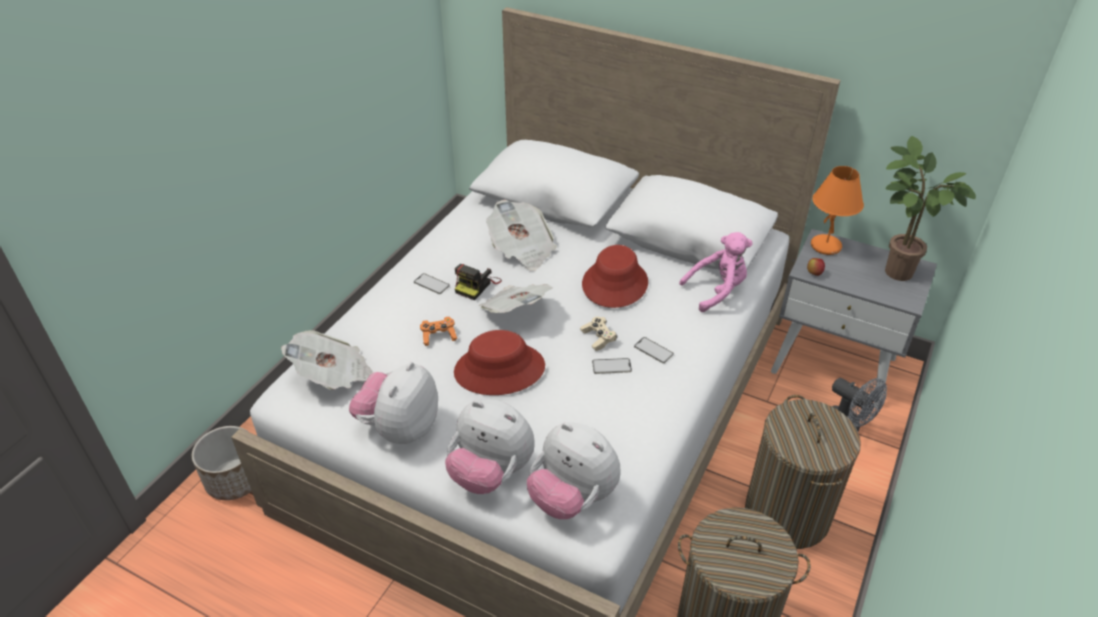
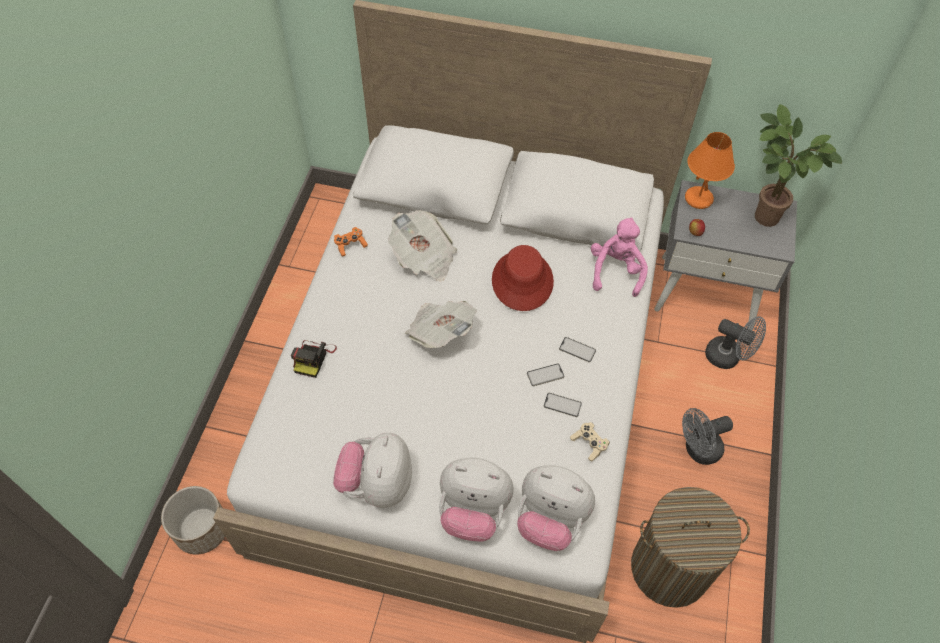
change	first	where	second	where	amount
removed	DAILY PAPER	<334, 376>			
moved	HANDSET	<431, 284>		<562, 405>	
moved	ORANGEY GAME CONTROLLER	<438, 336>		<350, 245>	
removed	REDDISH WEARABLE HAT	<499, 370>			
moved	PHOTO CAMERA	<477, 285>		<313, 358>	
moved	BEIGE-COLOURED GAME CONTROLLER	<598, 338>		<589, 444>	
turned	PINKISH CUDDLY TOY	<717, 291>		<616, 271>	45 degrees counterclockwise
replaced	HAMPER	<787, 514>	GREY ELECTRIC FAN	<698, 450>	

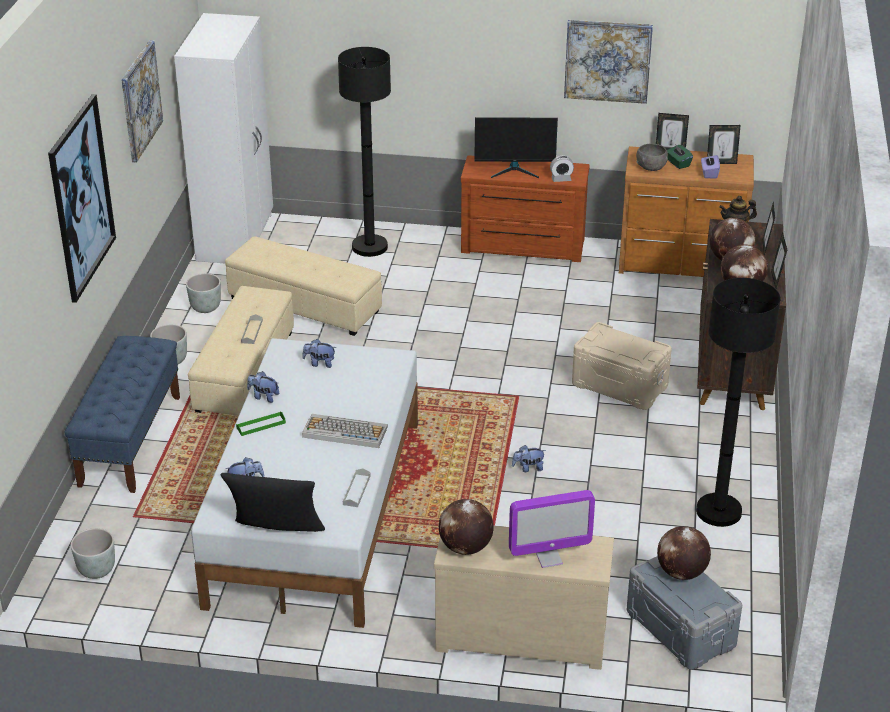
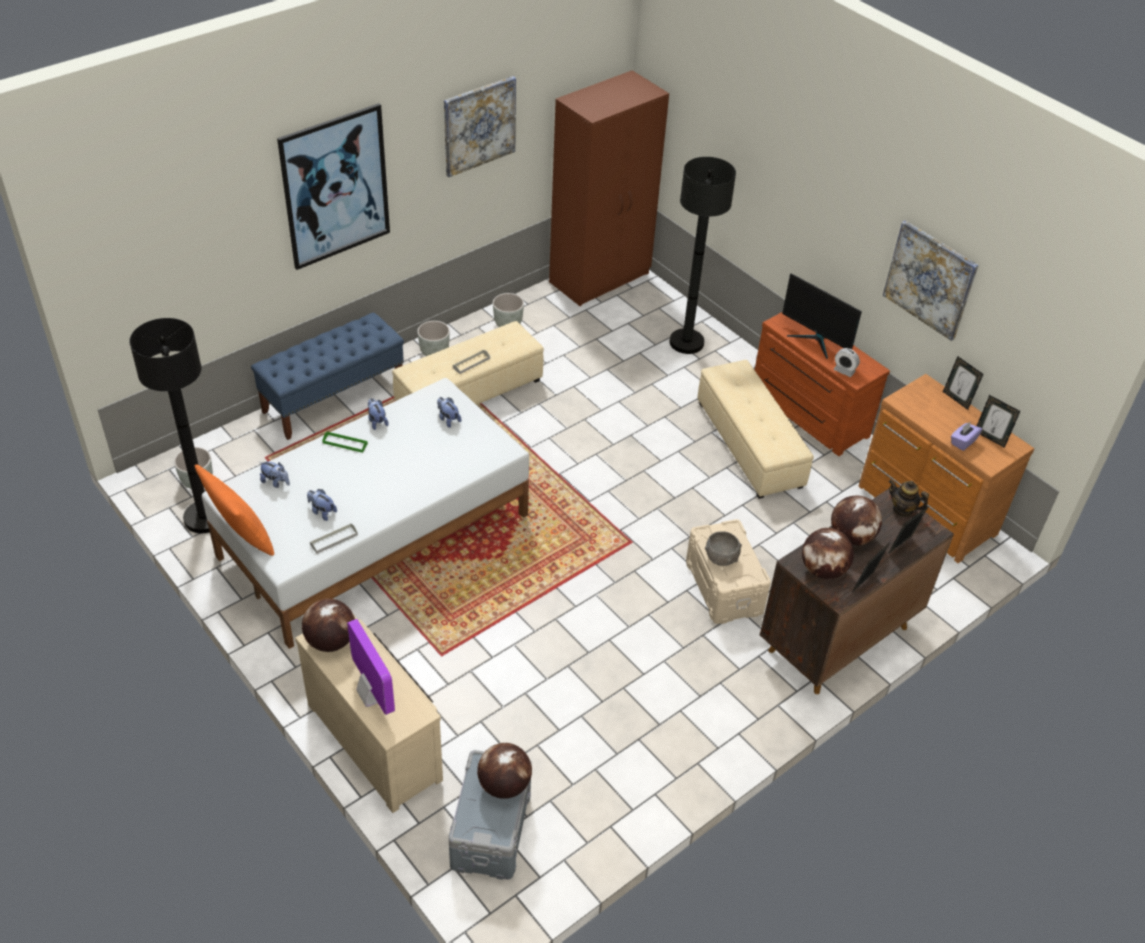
change	first	where	second	where	amount
recoloured	WHITISH CLOTHES CUPBOARD	<236, 237>	BROWNISH CLOTHES CUPBOARD	<601, 278>	
recoloured	BLACK-COLOURED THROW PILLOW	<277, 534>	ORANGEY THROW PILLOW	<242, 536>	
moved	BEIGE-COLOURED FOOTREST	<304, 305>		<748, 445>	
removed	KEYBOARD	<344, 432>			
turned	COMPUTER DISPLAY	<549, 558>		<372, 696>	150 degrees counterclockwise
moved	CUDDLY TOY	<528, 468>		<322, 512>	
moved	GREY DEEP DISH	<651, 167>		<721, 558>	
removed	GREEN-COLOURED BOX OF TISSUES	<678, 163>			
moved	BLACK-COLOURED STANDING LAMP	<718, 511>		<204, 518>	

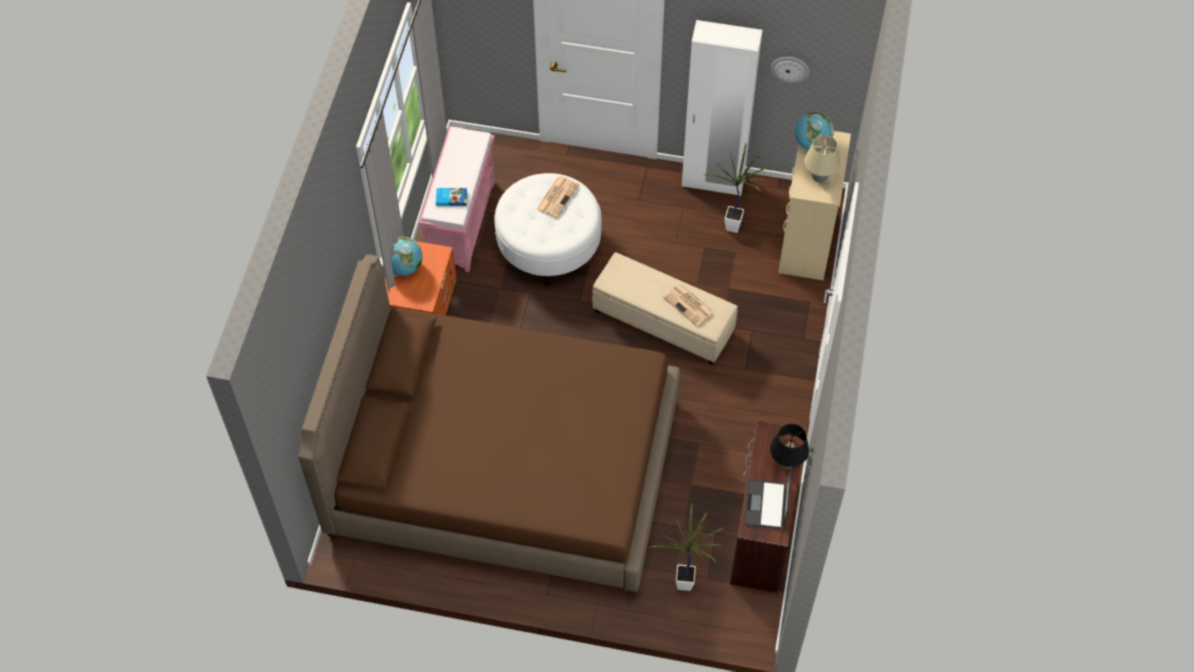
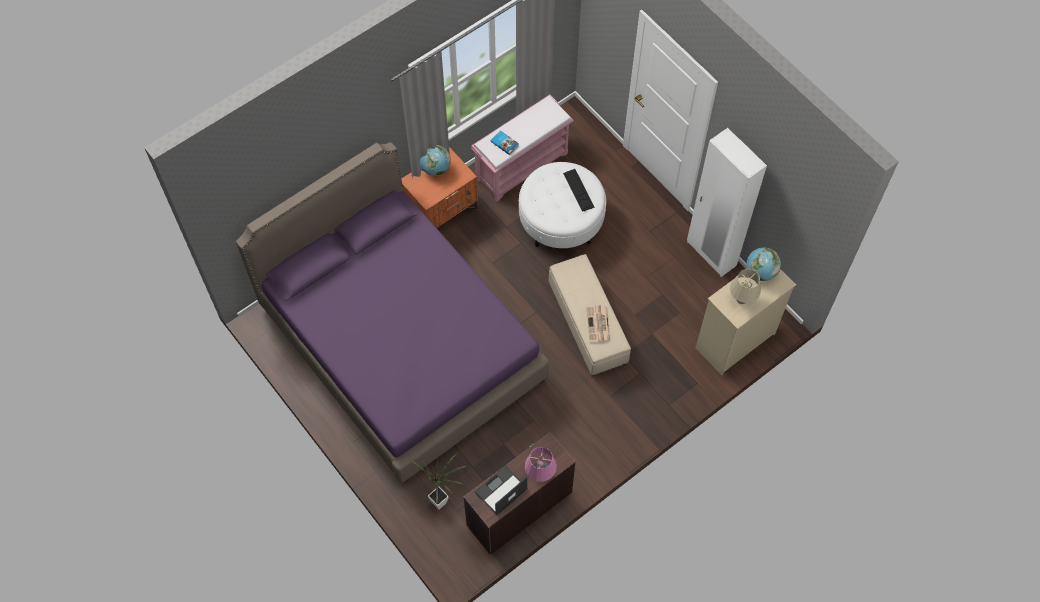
change	first	where	second	where	amount
recoloured	BROWNISH BED	<505, 468>	PURPLE-COLOURED BED	<401, 344>	
replaced	DAILY PAPER	<557, 196>	KEYBOARD	<578, 190>	
removed	PLANT IN A POT	<735, 225>			
removed	WALL CLOCK	<790, 68>			
recoloured	BLACK-COLOURED LAMP FOR A TABLE	<786, 463>	PINKISH LAMP FOR A TABLE	<540, 474>	

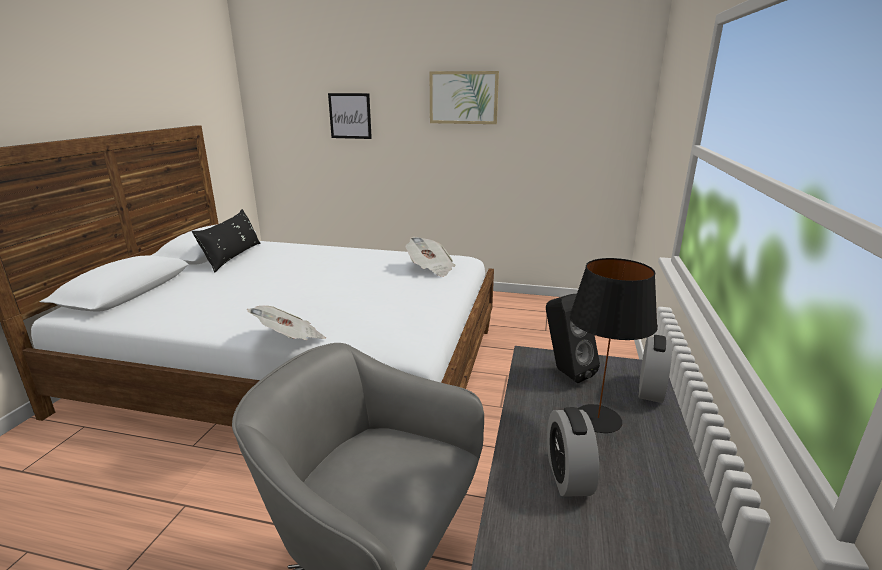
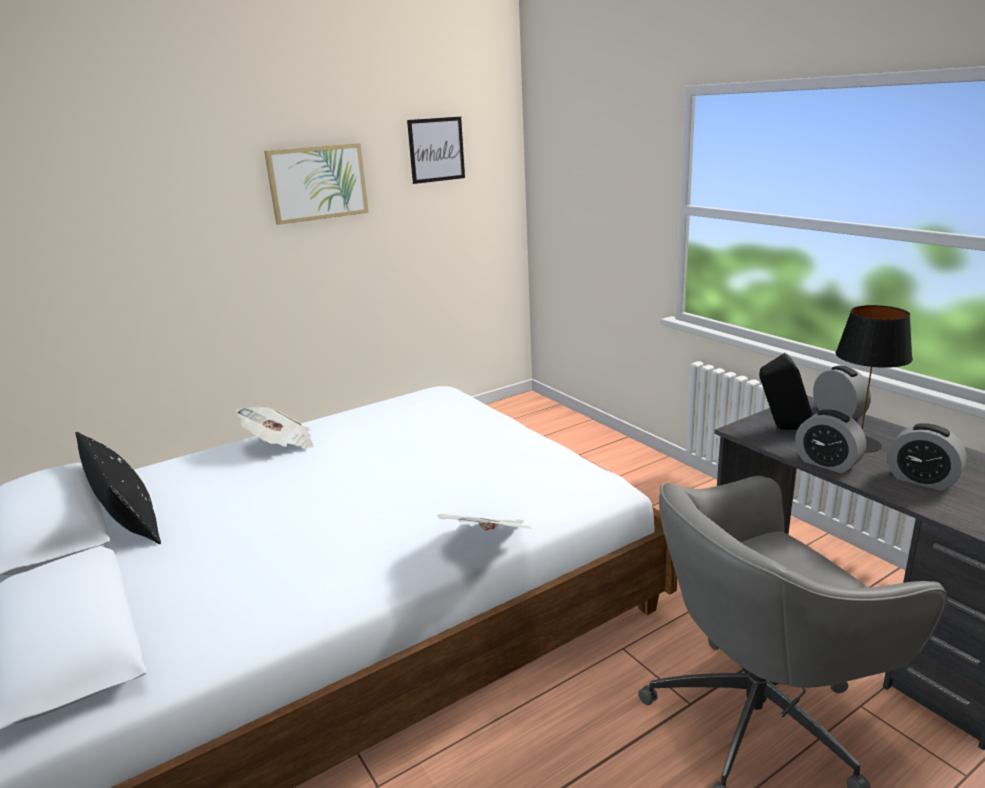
change	first	where	second	where	amount
moved	WALL PICTURE	<350, 116>		<436, 150>	
moved	DAILY PAPER	<431, 269>		<280, 445>	
added			BEDSIDE CLOCK	<827, 463>	

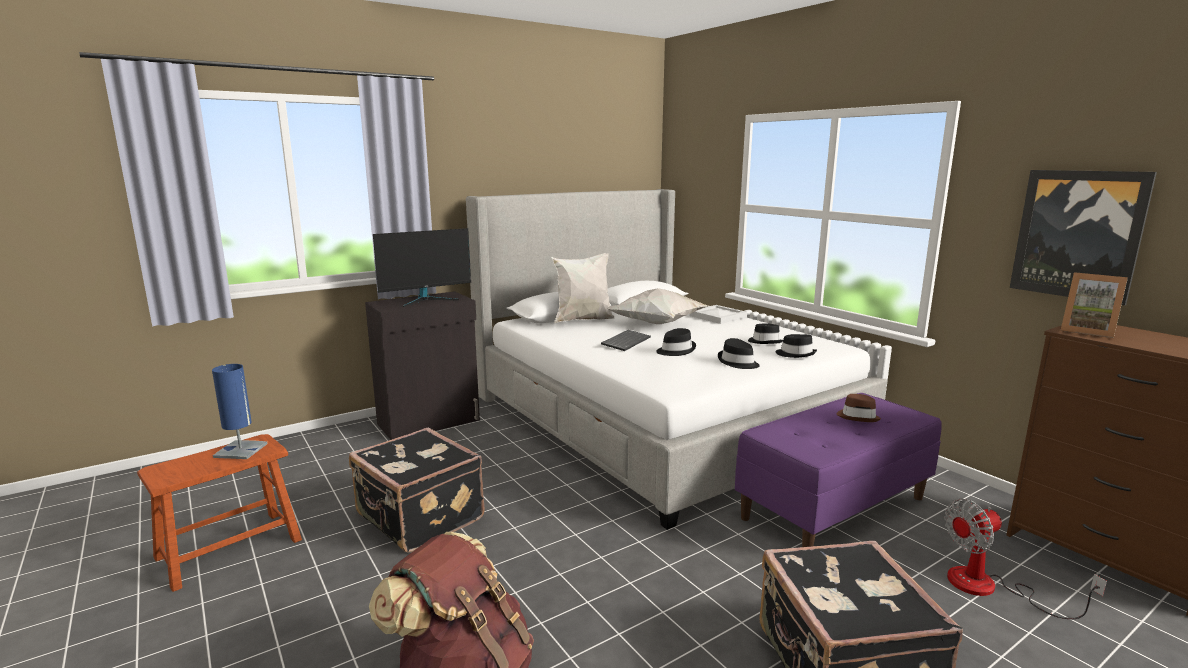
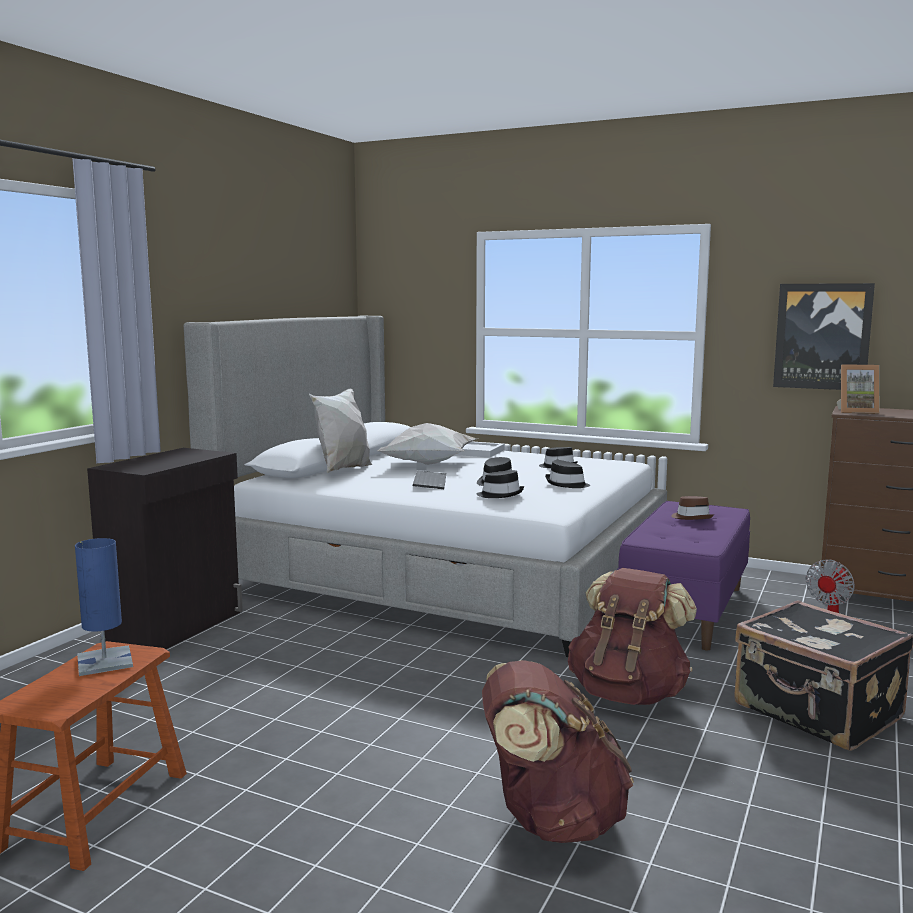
change	first	where	second	where	amount
removed	BLACK-COLOURED PIECE OF LUGGAGE	<418, 518>			
removed	COMPUTER DISPLAY	<426, 300>			
moved	BLACK-COLOURED WEARABLE HAT	<795, 354>		<500, 494>	
added			BROWNISH BACKPACK	<628, 693>	

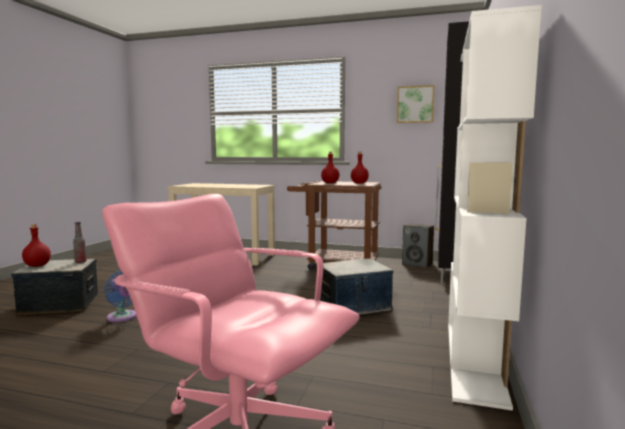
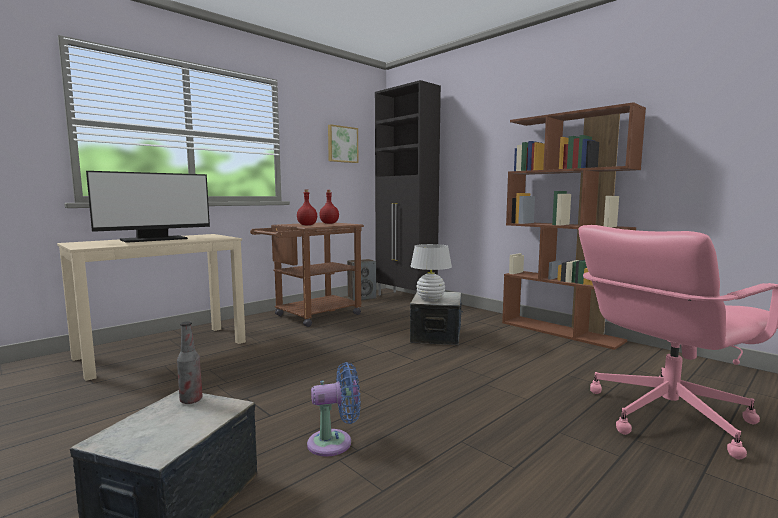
change	first	where	second	where	amount
removed	REDDISH DRINK BOTTLE	<37, 265>			
recoloured	WHITISH BOOKSHELF	<475, 360>	BROWNISH BOOKSHELF	<561, 331>	
added			COMPUTER DISPLAY	<154, 239>	
added			WHITISH LAMP FOR A TABLE	<430, 299>	

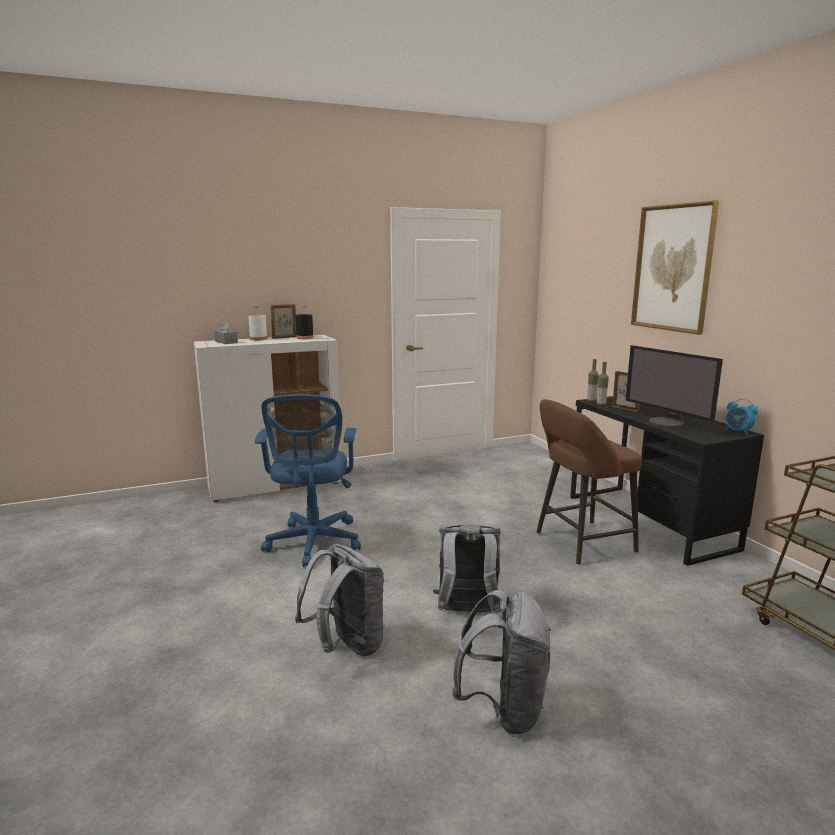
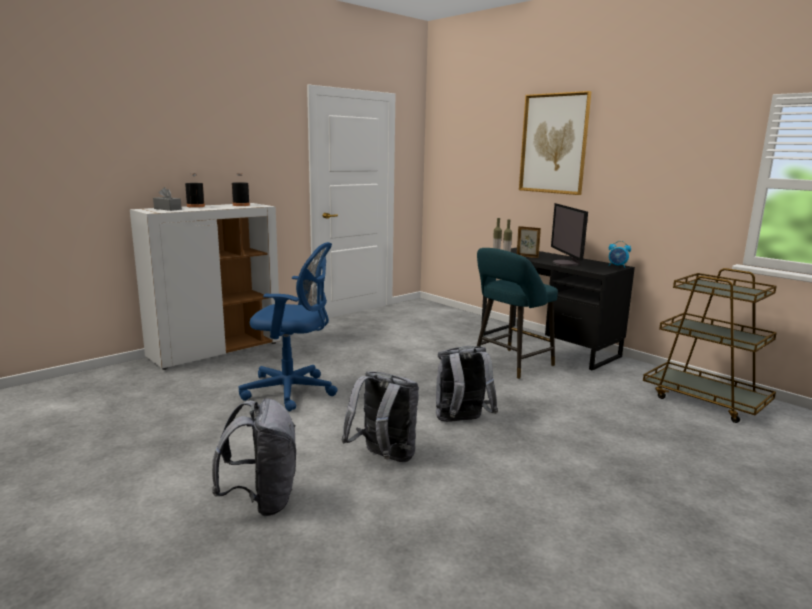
change	first	where	second	where	amount
recoloured	WHITISH DRINK BOTTLE	<258, 339>	BLACK-COLOURED DRINK BOTTLE	<195, 206>	
turned	BLUE-COLOURED DESK CHAIR	<313, 544>		<292, 391>	60 degrees counterclockwise
removed	PHOTO FRAME	<284, 337>			
moved	GREY BACKPACK	<504, 709>		<262, 501>	
recoloured	BROWNISH STOOL	<580, 543>	BLUE-GREEN STOOL	<510, 365>	
turned	COMPUTER DISPLAY	<667, 423>		<566, 263>	45 degrees clockwise

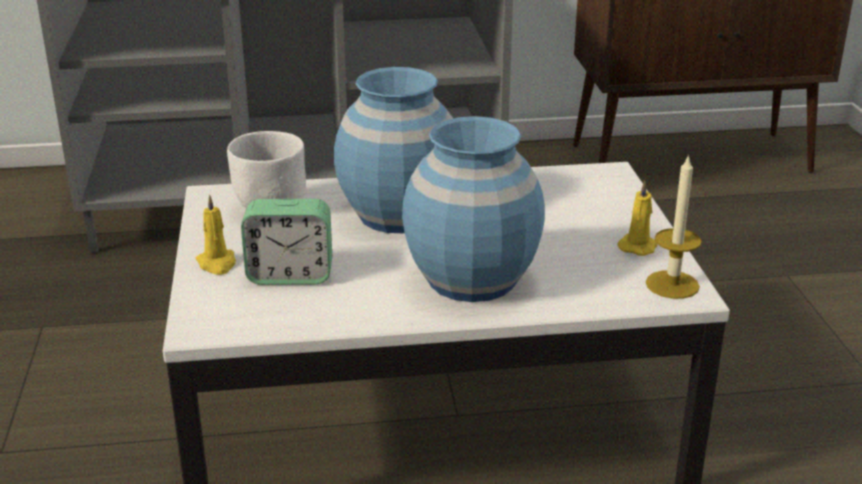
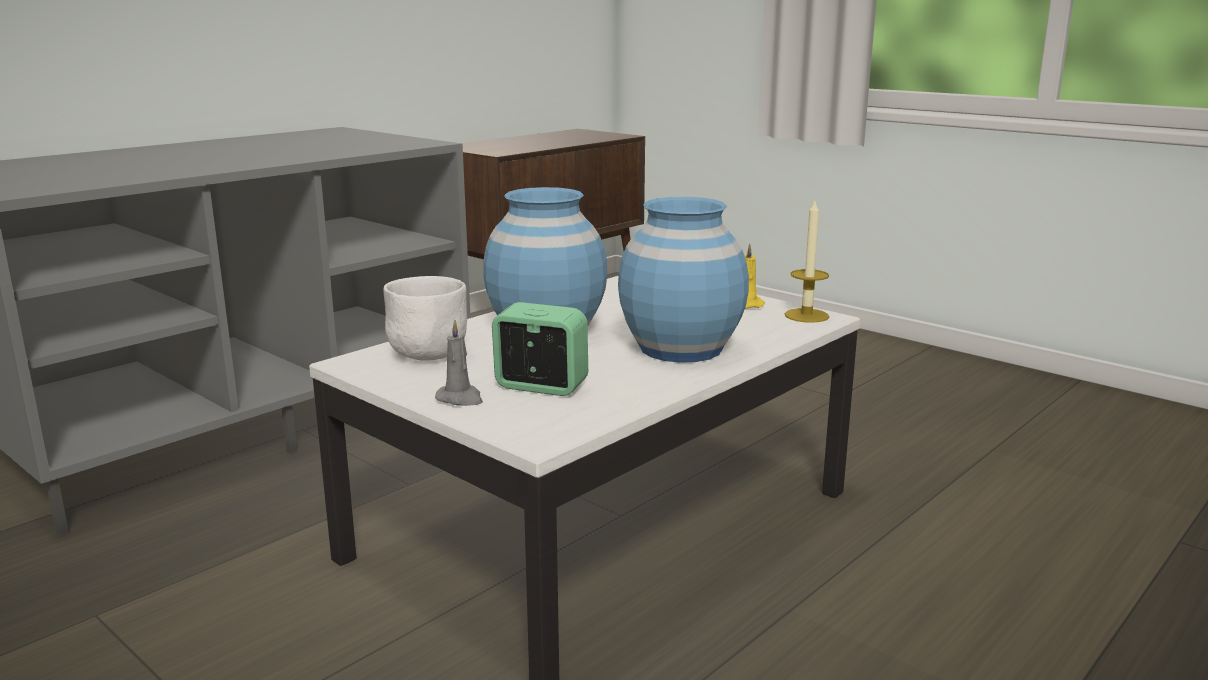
change	first	where	second	where	amount
recoloured	YELLOW CANDLE	<217, 264>	GREY CANDLE	<460, 399>	
turned	BEDSIDE CLOCK	<290, 275>		<541, 386>	120 degrees counterclockwise

